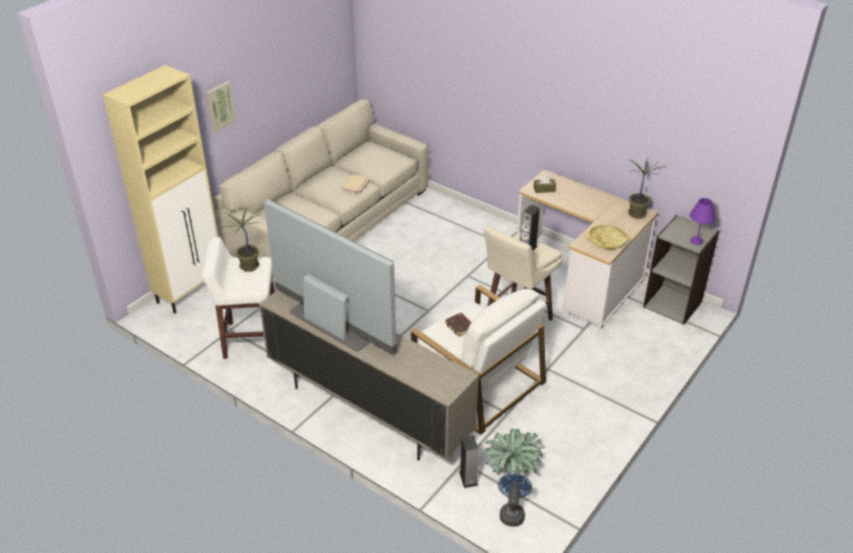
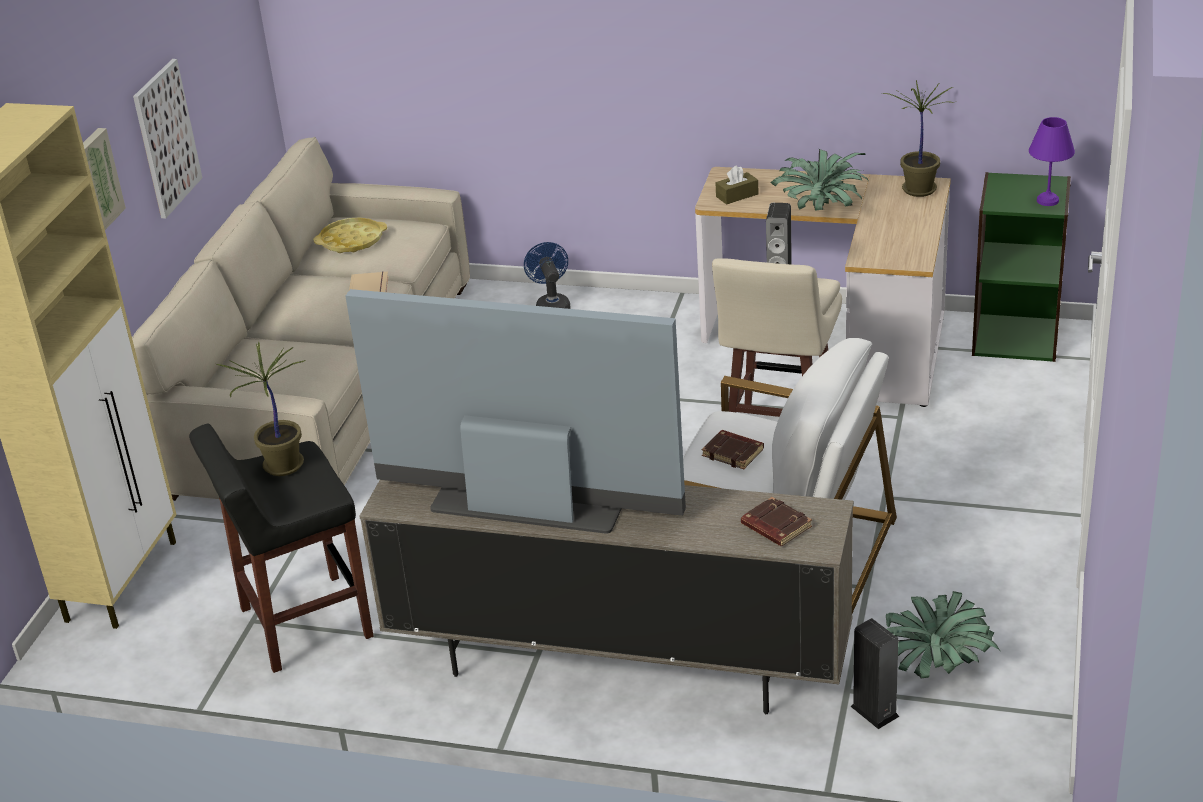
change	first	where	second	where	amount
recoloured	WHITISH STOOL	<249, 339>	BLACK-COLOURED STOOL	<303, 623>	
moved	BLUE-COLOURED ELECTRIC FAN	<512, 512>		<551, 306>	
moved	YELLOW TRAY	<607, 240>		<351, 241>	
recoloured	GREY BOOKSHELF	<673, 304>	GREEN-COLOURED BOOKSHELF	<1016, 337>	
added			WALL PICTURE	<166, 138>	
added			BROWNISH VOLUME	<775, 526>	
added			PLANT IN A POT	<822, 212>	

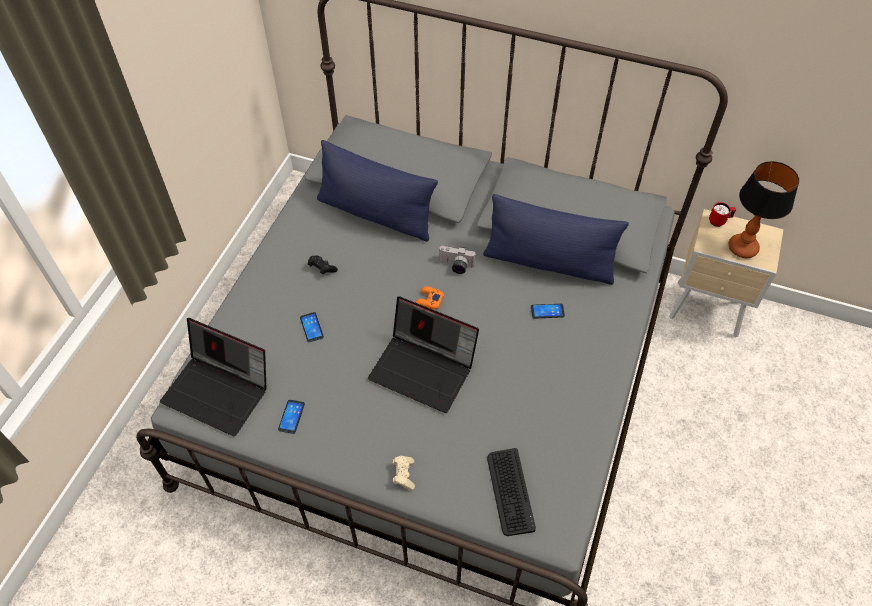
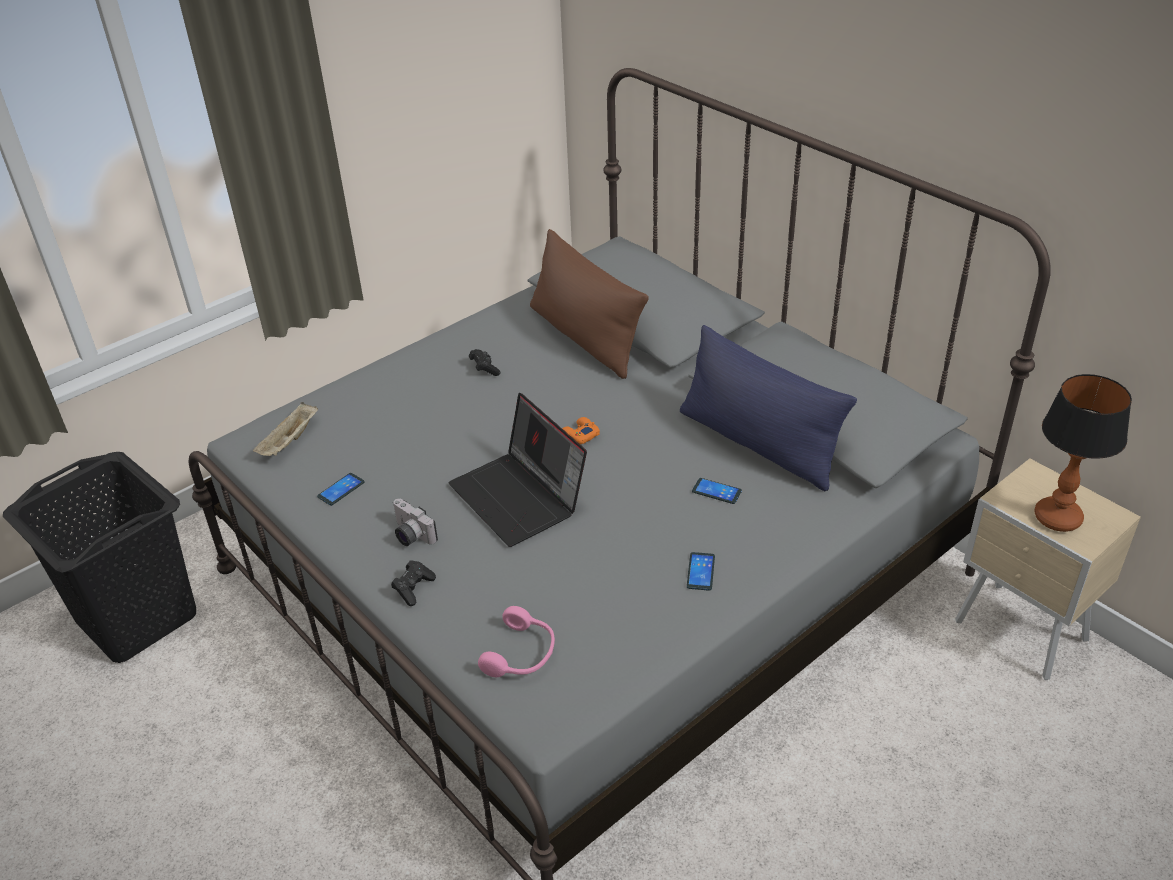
change	first	where	second	where	amount
replaced	LAPTOP	<220, 391>	BEIGE-COLOURED TRAY	<289, 442>	
moved	HANDSET	<311, 327>		<700, 572>	
recoloured	BLUE-COLOURED THROW PILLOW	<376, 214>	BROWNISH THROW PILLOW	<584, 337>	
recoloured	BEIGE-COLOURED GAME CONTROLLER	<404, 475>	BLACK-COLOURED GAME CONTROLLER	<414, 588>	
moved	PHOTO CAMERA	<455, 266>		<410, 535>	
replaced	KEYBOARD	<510, 491>	PINKISH PAIR OF HEADPHONES	<522, 654>	
removed	REDDISH COFFEE MUG	<719, 221>			
added			BLACK-COLOURED HAMPER	<137, 617>	

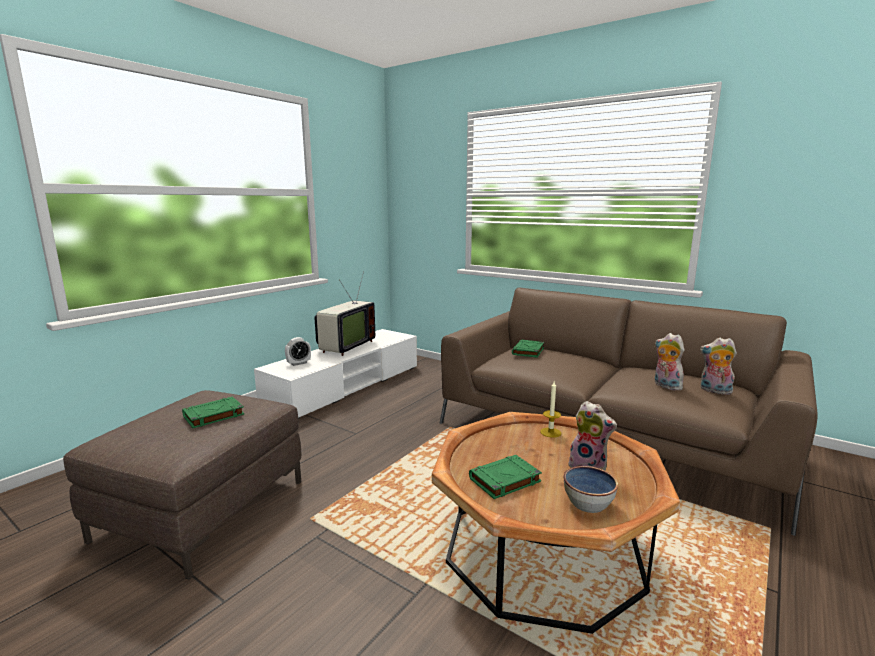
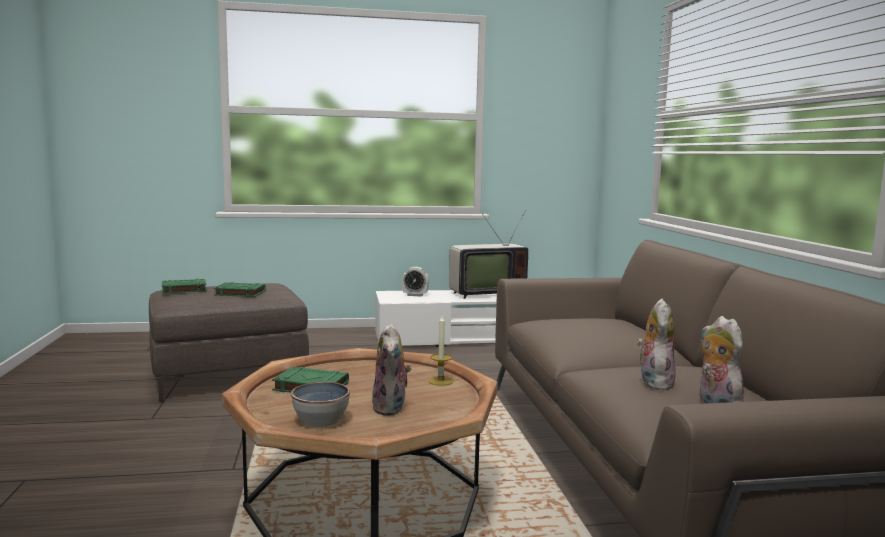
change	first	where	second	where	amount
moved	GREEN-COLOURED VOLUME	<528, 351>		<183, 290>	

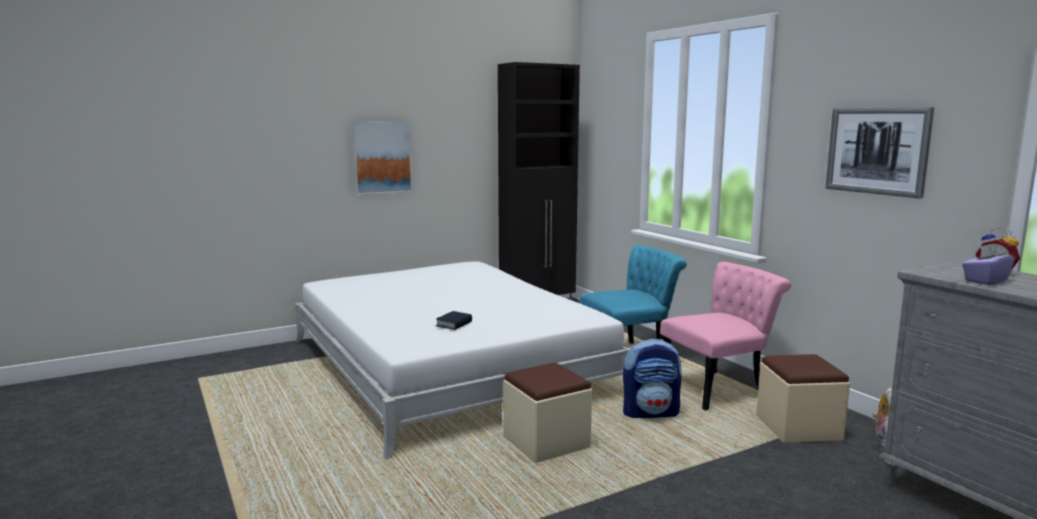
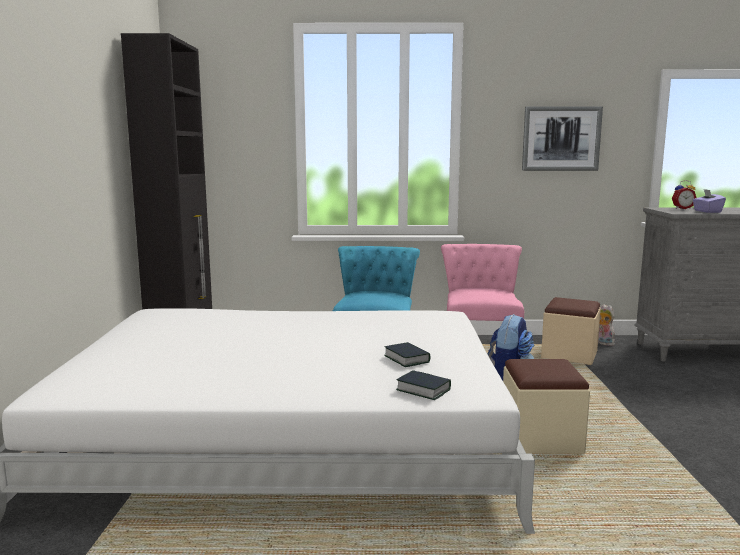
change	first	where	second	where	amount
removed	WALL PICTURE	<382, 157>			
added			VOLUME	<423, 390>	

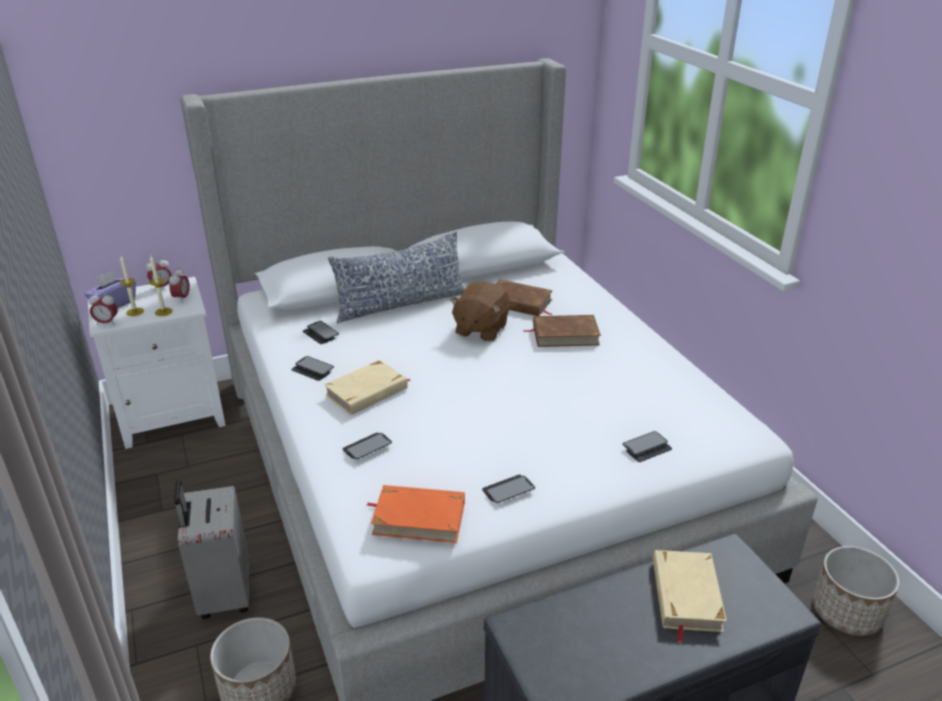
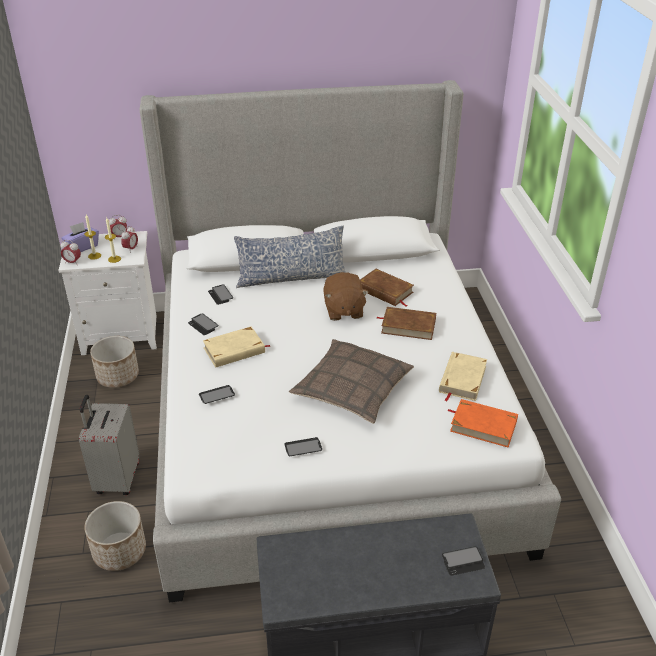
change	first	where	second	where	amount
moved	ORANGEY VOLUME	<418, 518>		<483, 426>	
turned	BROWNISH CUDDLY TOY	<480, 329>		<343, 310>	45 degrees counterclockwise
moved	HANDSET	<647, 448>		<463, 562>	
moved	BEIGE-COLOURED VOLUME	<685, 595>		<462, 379>	
moved	FLOWER POT	<847, 612>		<118, 376>	
added			THROW PILLOW	<352, 389>	

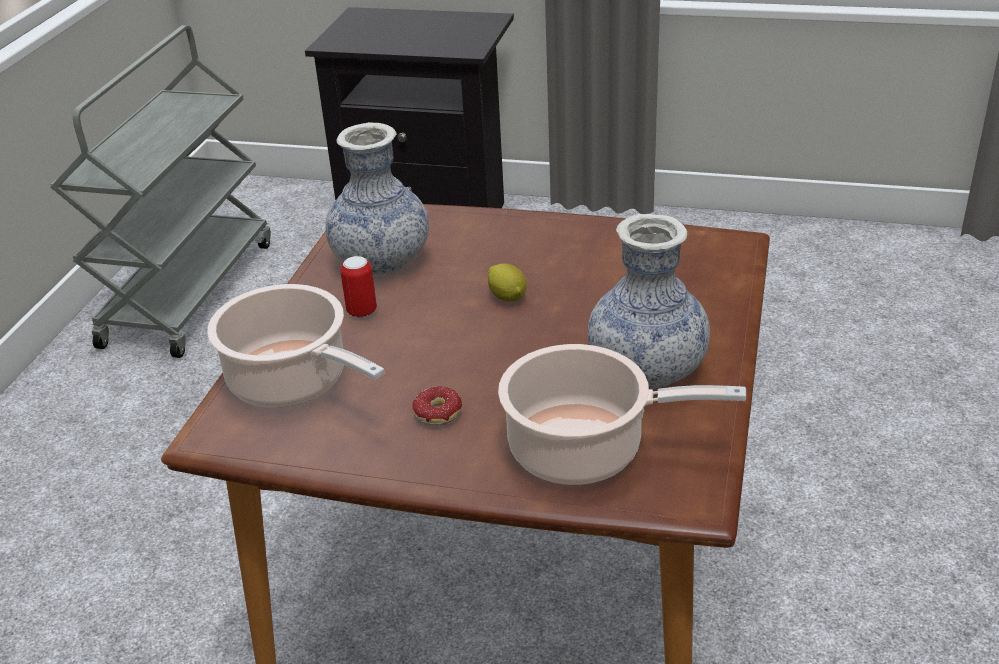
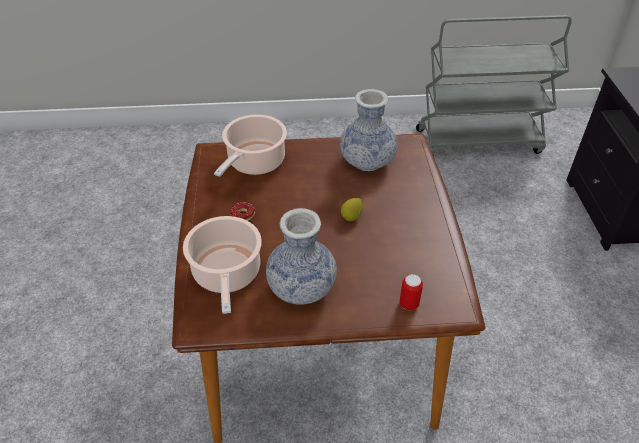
change	first	where	second	where	amount
moved	CAN	<362, 312>		<409, 304>	

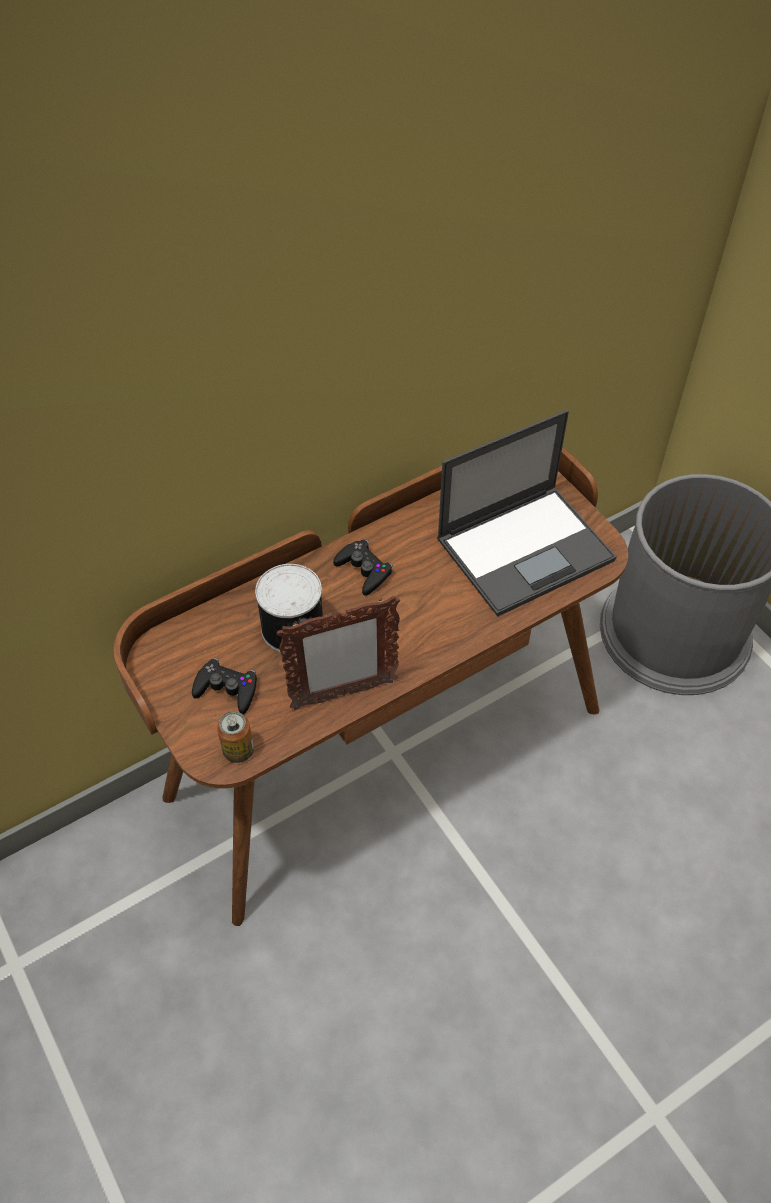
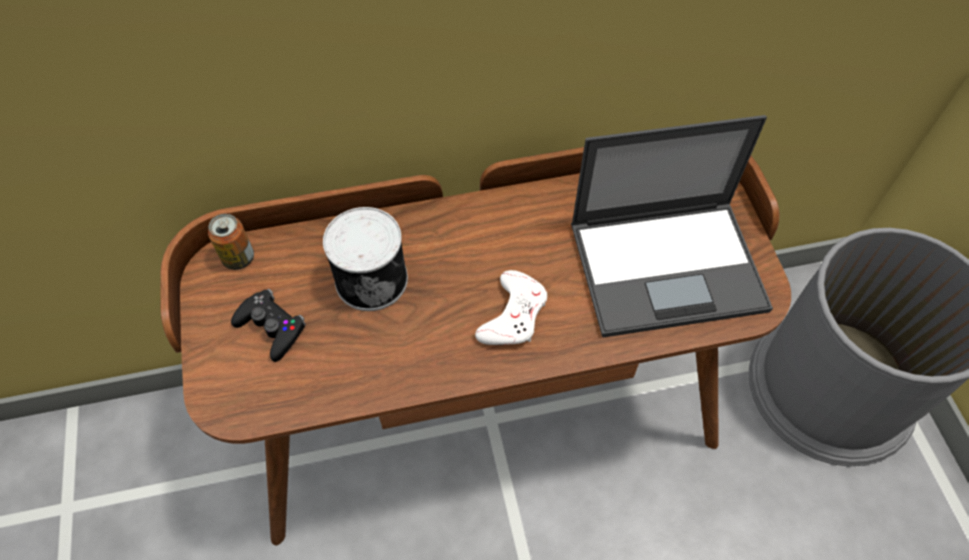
change	first	where	second	where	amount
moved	CAN	<238, 750>		<238, 258>	
removed	PHOTO FRAME	<343, 694>			
removed	BLACK-COLOURED GAME CONTROLLER	<364, 570>			
added			WHITISH GAME CONTROLLER	<513, 315>	

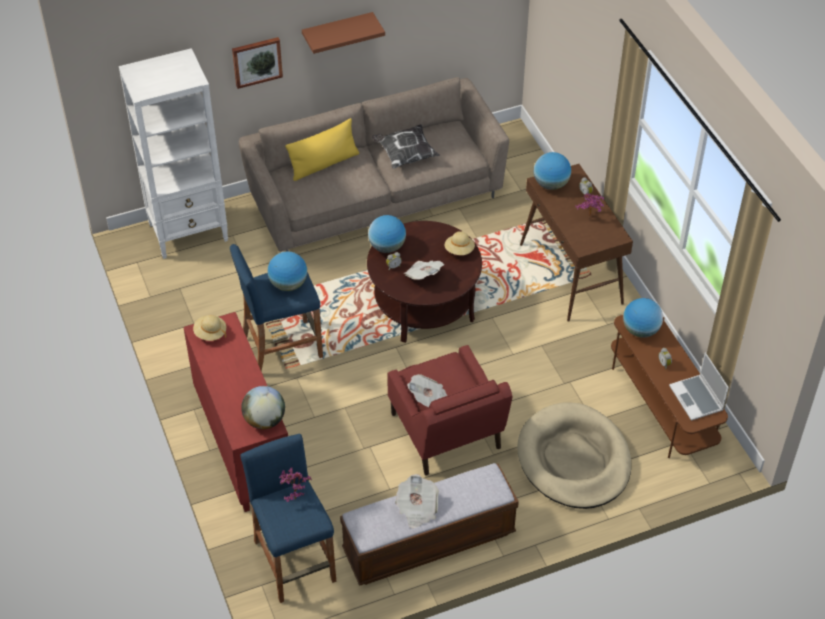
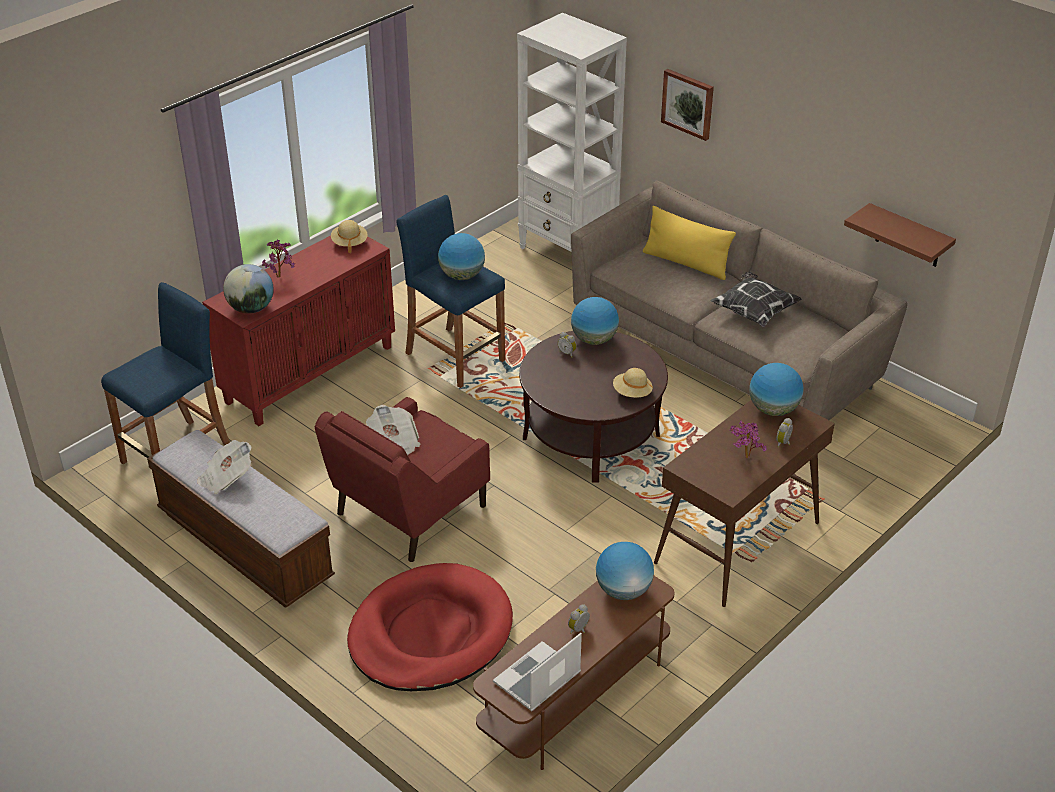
change	first	where	second	where	amount
moved	PLANT IN A POT	<294, 496>		<281, 276>	
moved	BROWNISH SHELF	<337, 32>		<908, 237>	
removed	DAILY PAPER	<423, 276>			
recoloured	BEIGE-COLOURED DOG BED	<574, 459>	REDDISH DOG BED	<430, 633>	

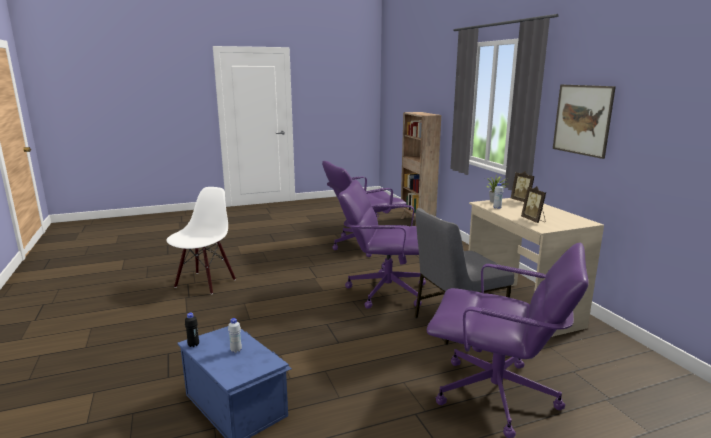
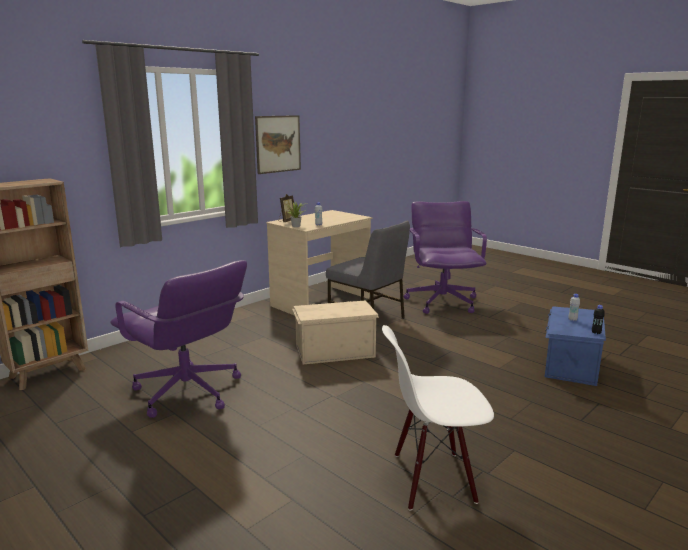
change	first	where	second	where	amount
replaced	PURPLE-COLOURED DESK CHAIR	<386, 291>	BEIGE-COLOURED STORAGE BOX	<334, 351>	
removed	PHOTO FRAME	<533, 220>			

